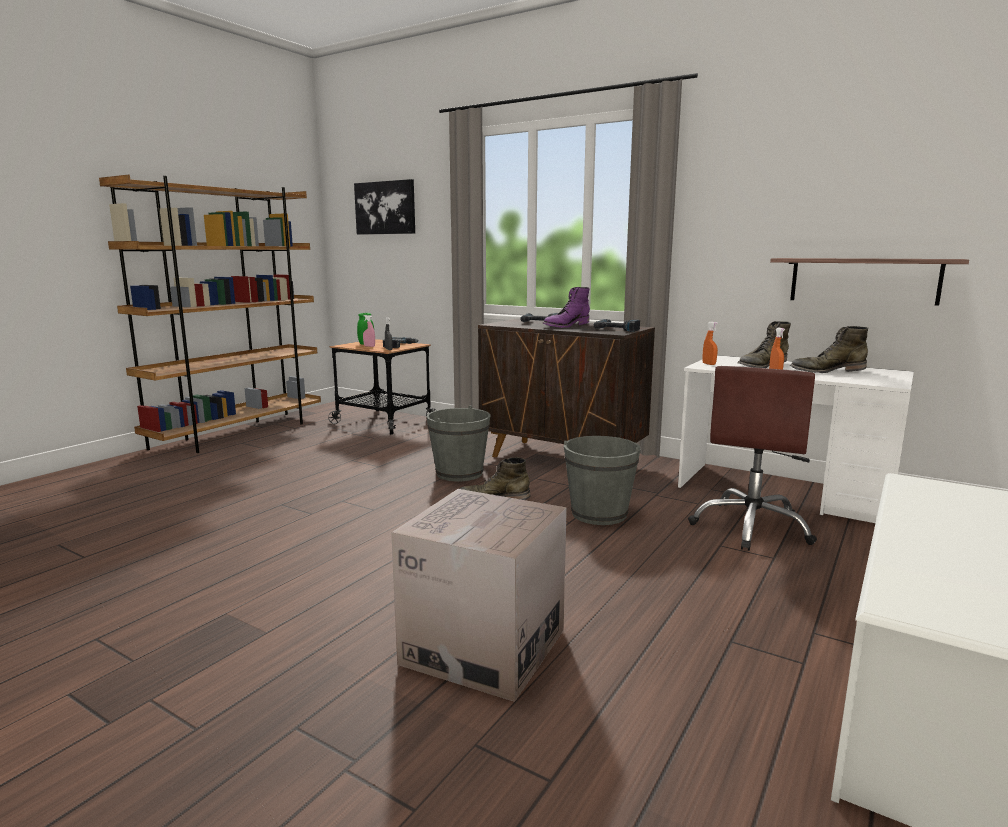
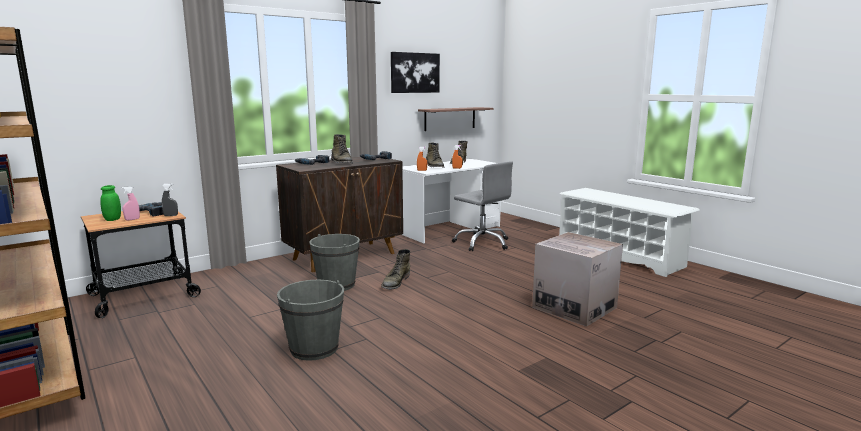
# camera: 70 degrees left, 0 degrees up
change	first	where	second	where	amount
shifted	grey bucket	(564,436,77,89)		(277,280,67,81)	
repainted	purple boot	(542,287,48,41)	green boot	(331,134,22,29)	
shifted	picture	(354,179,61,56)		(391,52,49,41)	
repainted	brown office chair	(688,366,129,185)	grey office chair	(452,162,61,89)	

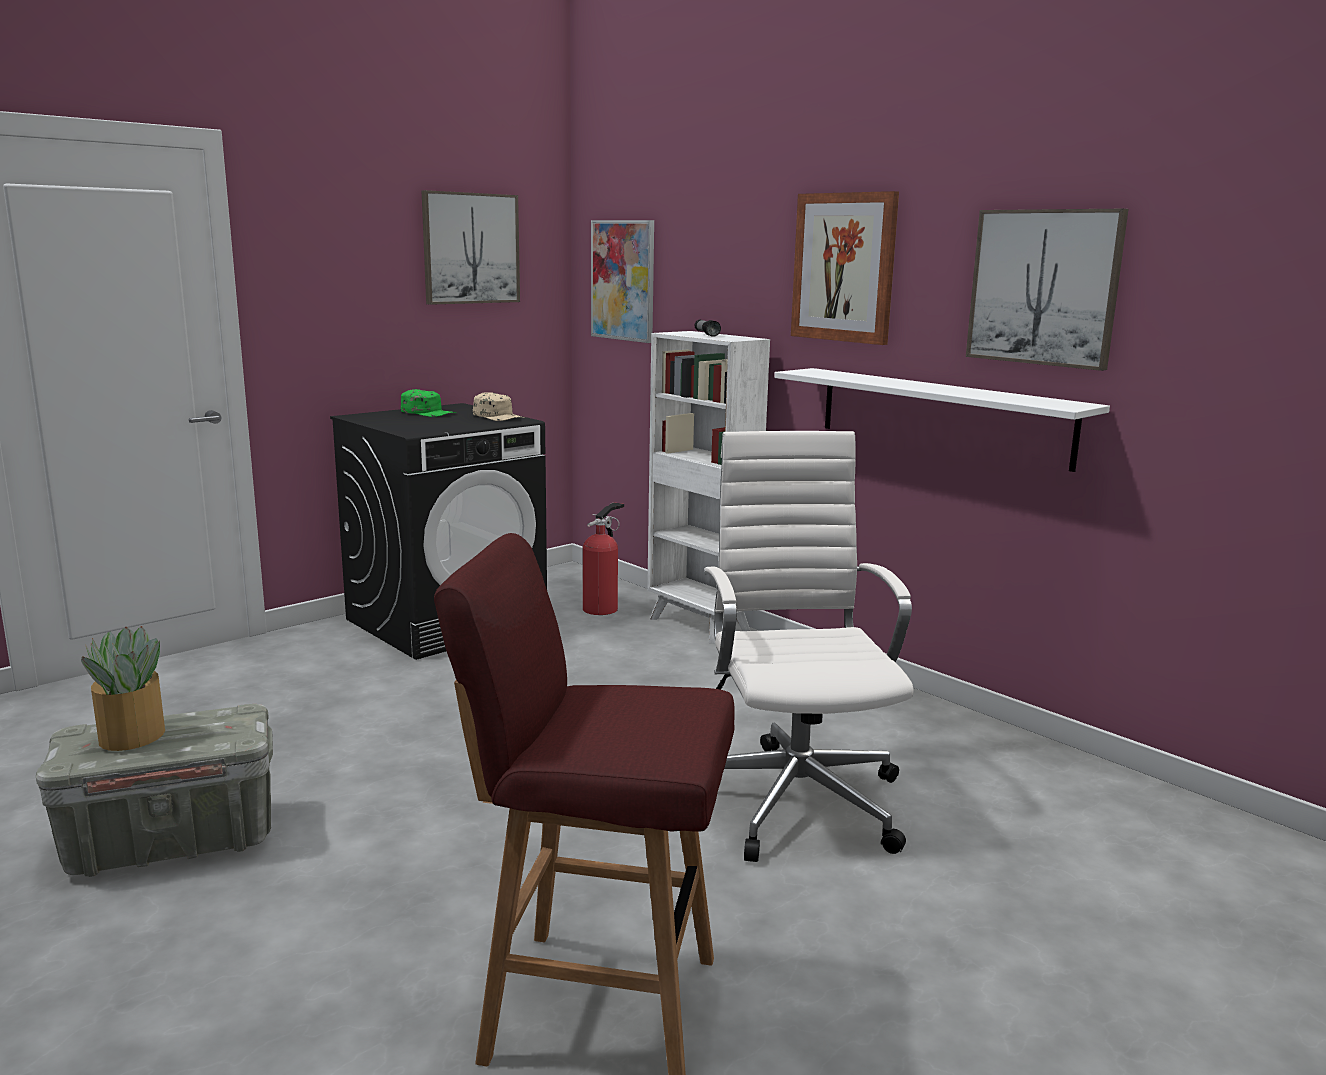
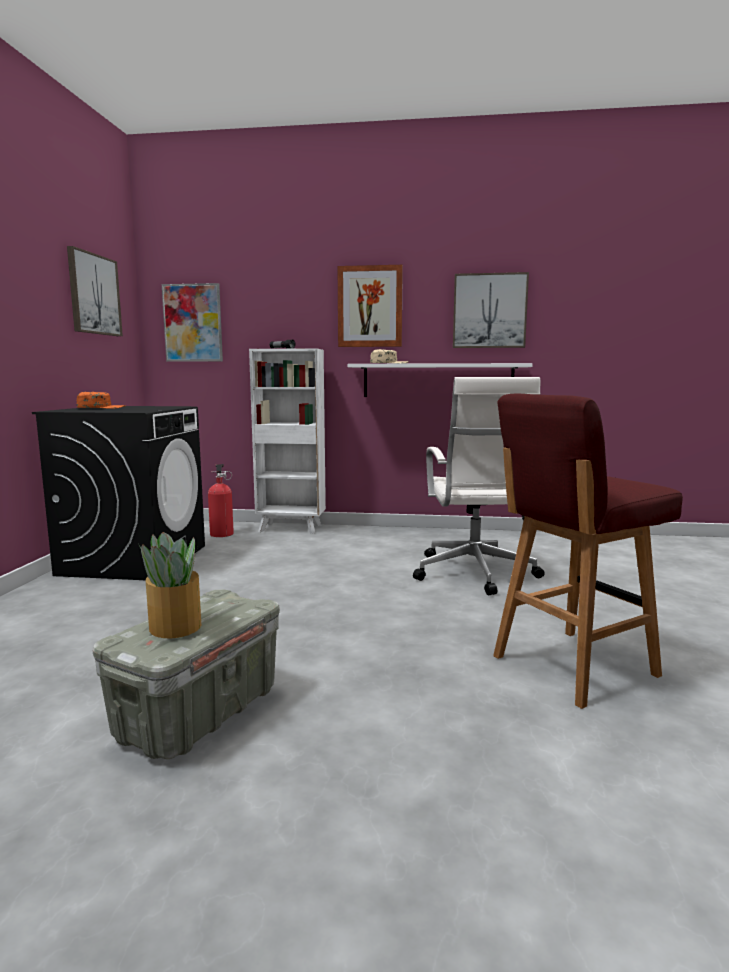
# camera: 40 degrees left, 5 degrees down
change	first	where	second	where	amount
repainted	green cap	(401,389,55,28)	orange cap	(77,392,49,17)	
shifted	beige cap	(473,392,52,29)		(370,349,39,15)	
rotated	white office chair	(705,431,209,431)		(413,377,132,218)	135 degrees counterclockwise

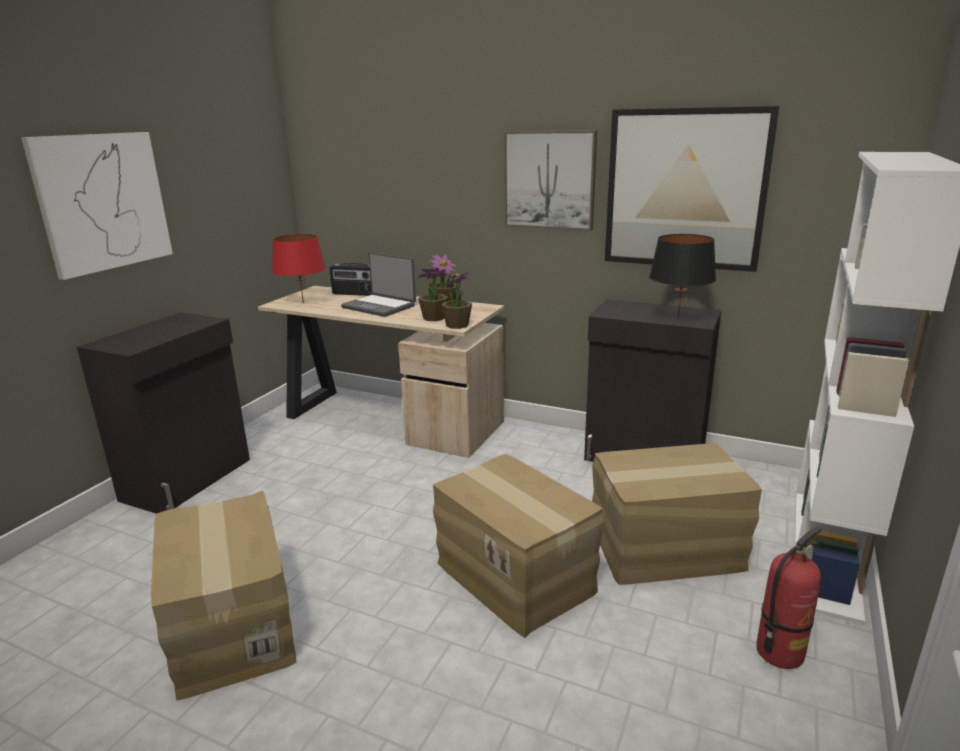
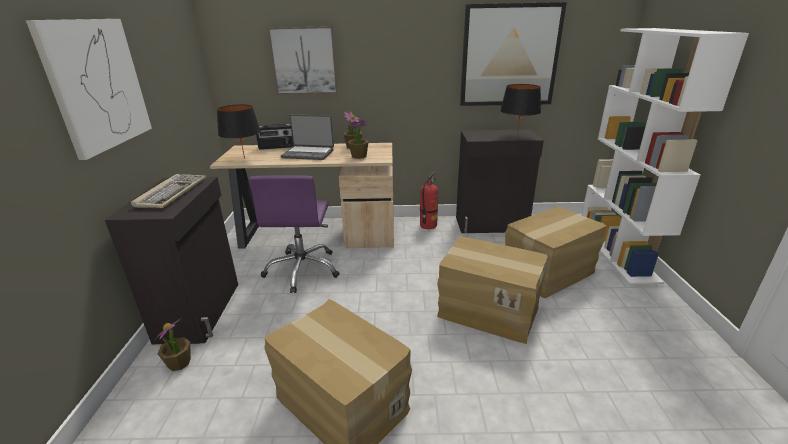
# camera: 25 degrees left, 5 degrees up
change	first	where	second	where	amount
new			keyboard	(131,174,75,34)	
shifted	potted plant	(441,271,31,58)		(154,318,37,53)	
repainted	red table lamp	(272,234,54,69)	black table lamp	(217,104,44,55)	
new			purple office chair	(249,175,91,118)	
shifted	picture	(504,130,93,101)		(268,26,70,69)	
shifted	fire extinguisher	(756,527,65,142)		(420,172,18,57)	

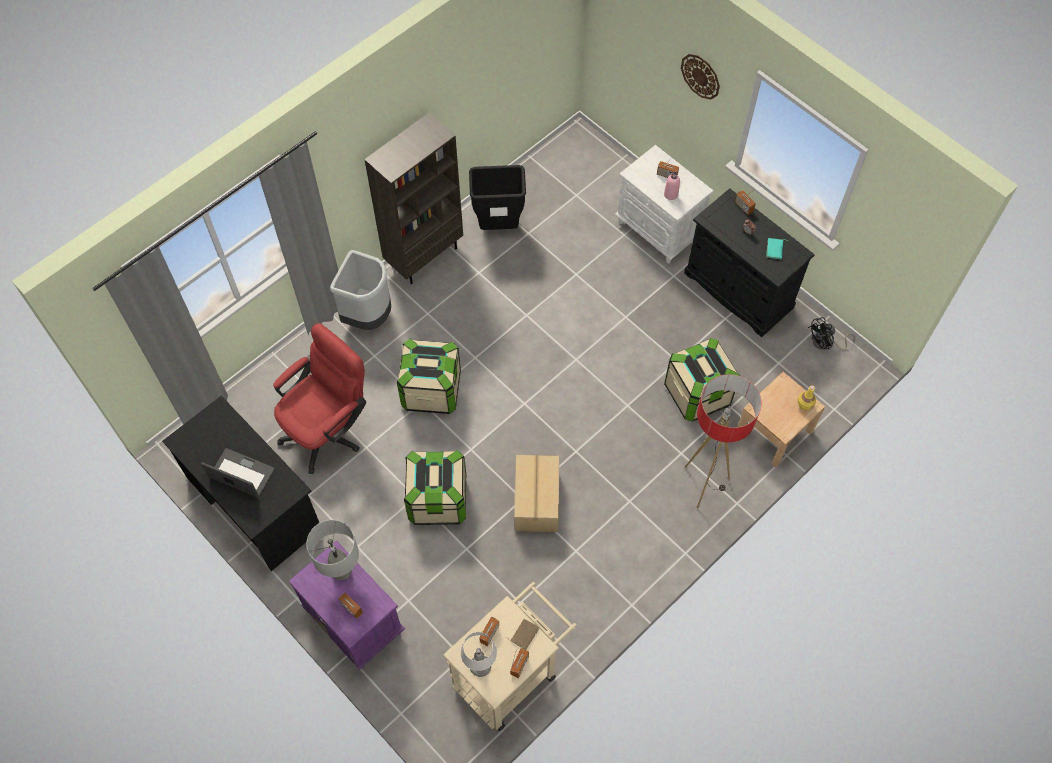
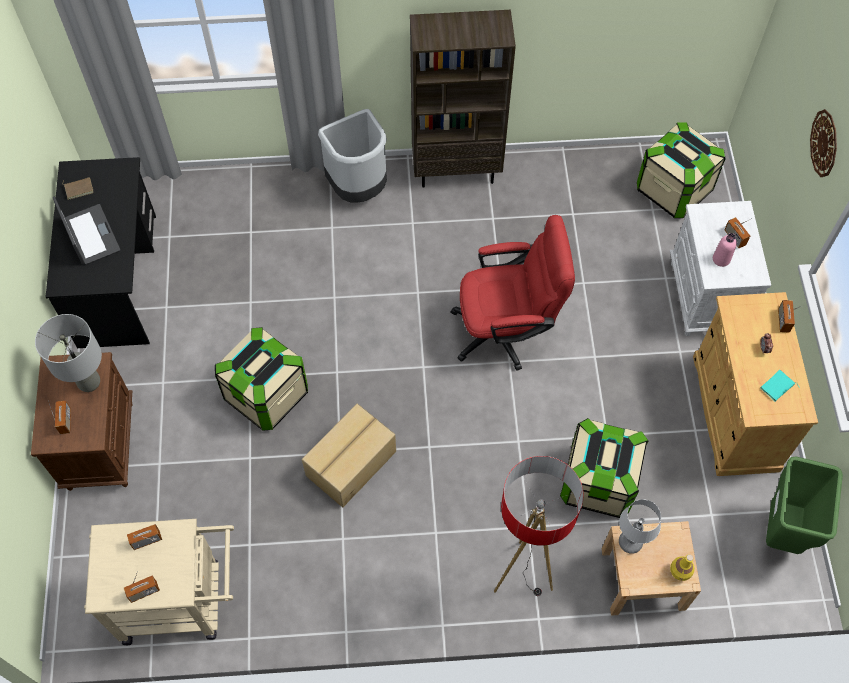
# camera: 40 degrees right, 0 degrees up
change	first	where	second	where	amount
repainted	purple nightstand	(289,540,116,130)	brown nightstand	(31,352,102,139)	
shifted	brown book	(506,619,33,31)		(63,177,31,23)	
shifted	red office chair	(273,323,93,151)		(450,215,125,156)	
shifted	table lamp	(460,632,37,45)		(619,499,42,55)	
shifted	storage box	(397,339,64,75)		(637,123,89,95)	
repainted	black cabinet	(684,188,131,149)	beige cabinet	(693,292,125,184)	
swapped	black fan	(808,317,47,33)	green trash can	(766,456,77,98)	
gone	black trash can	(469,165,57,65)			

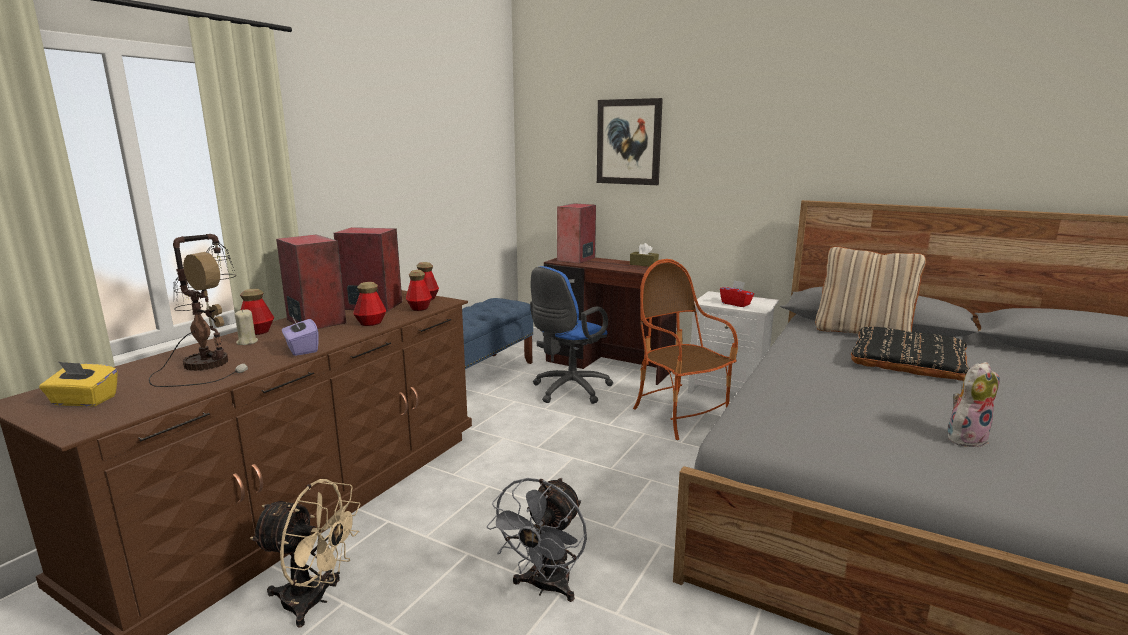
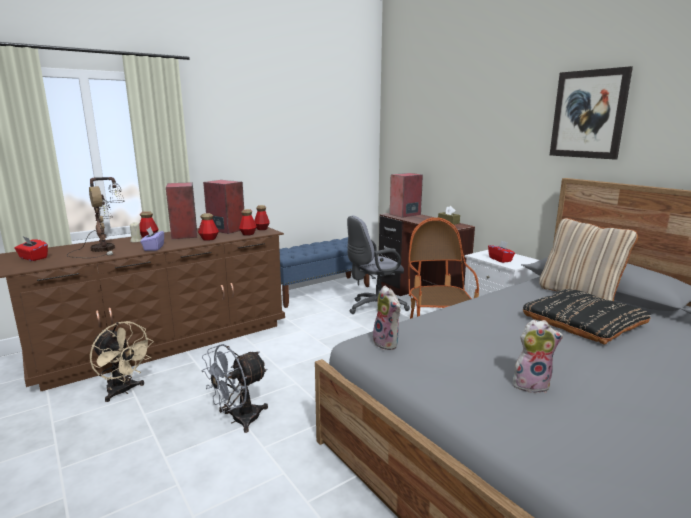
# camera: 25 degrees right, 0 degrees up
change	first	where	second	where	amount
repainted	yellow tissue box	(39,362,79,45)	red tissue box	(14,237,34,24)	
repainted	blue office chair	(530,266,83,138)	grey office chair	(347,216,63,98)	
new			plush toy	(373,286,28,64)	
shifted	picture	(597,98,66,87)		(550,66,83,94)	

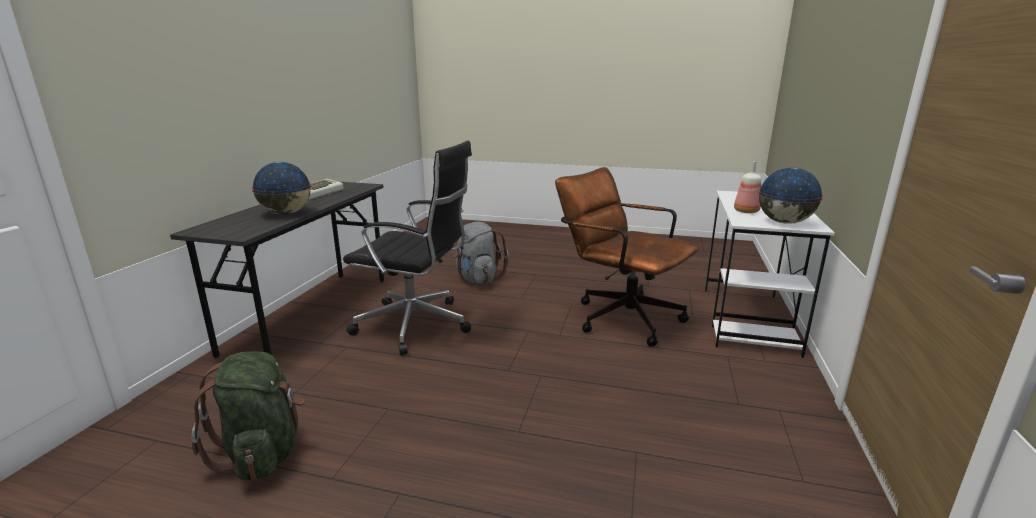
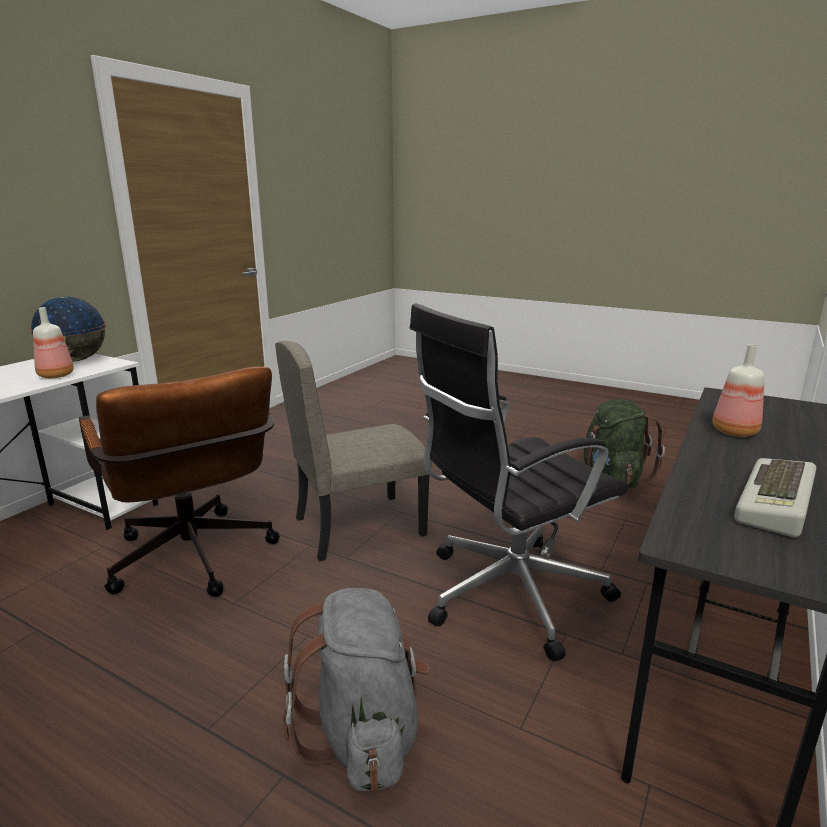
# camera: 165 degrees left, 0 degrees up
change	first	where	second	where	amount
new			beige chair	(275,341,157,221)	
rotated	black office chair	(343,141,129,214)		(410,303,219,359)	60 degrees counterclockwise
swapped	globe	(252,162,59,53)	bottle	(712,344,53,93)	

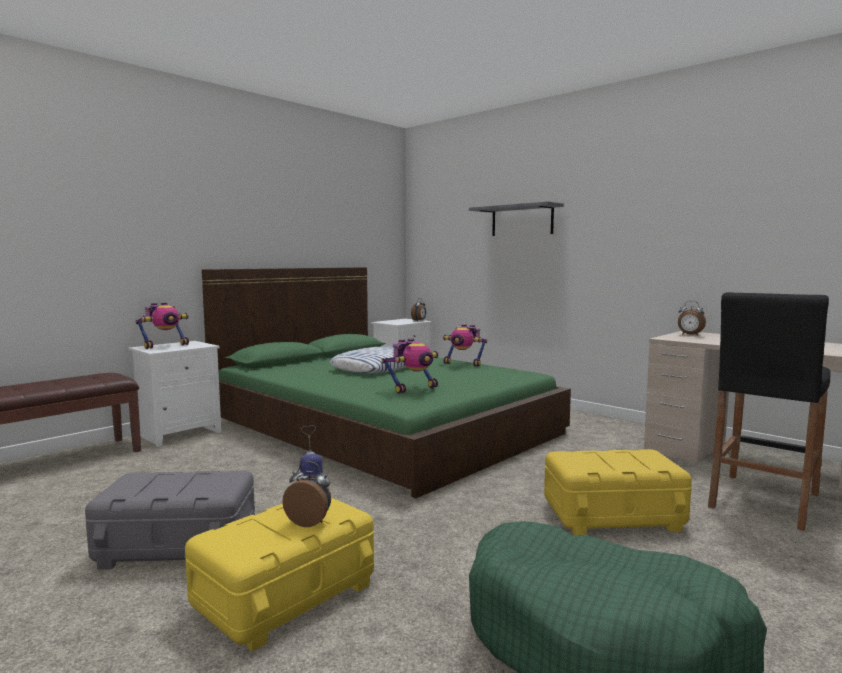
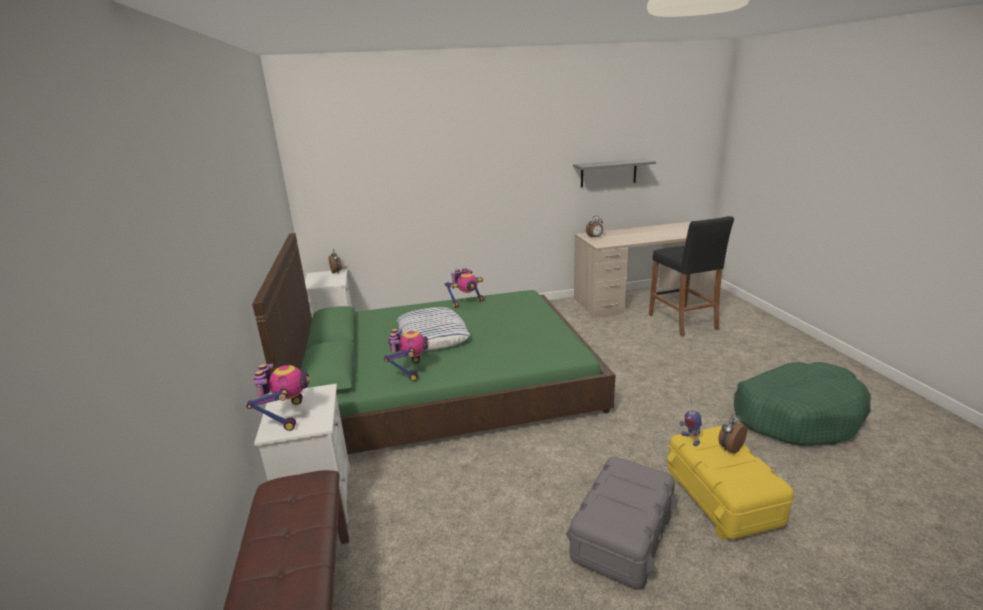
# camera: 55 degrees left, 15 degrees up
change	first	where	second	where	amount
shifted	toy robot	(382,339,56,55)		(384,329,45,52)	
shifted	grey shelf	(469,201,95,35)		(573,159,83,28)	
gone	yellow storage box	(544,449,148,86)			

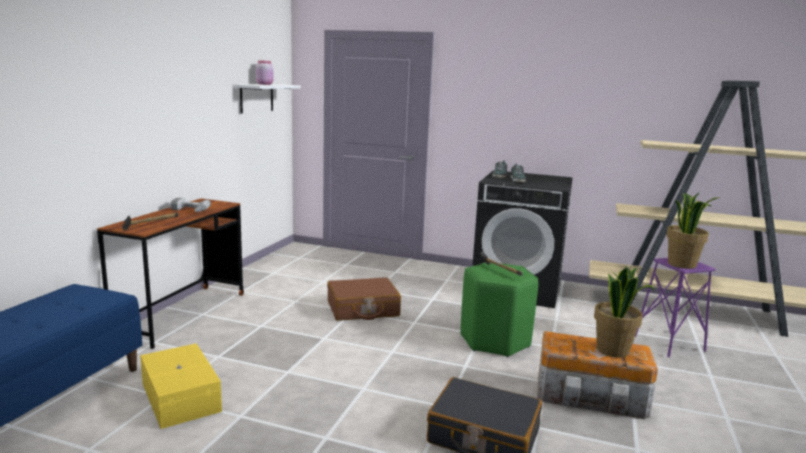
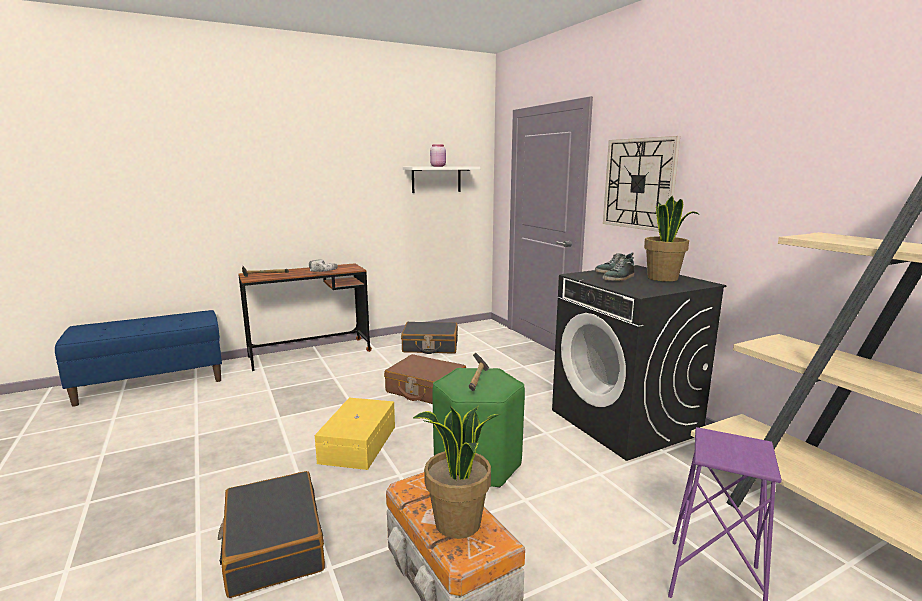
# camera: 45 degrees right, 0 degrees up
change	first	where	second	where	amount
shifted	yellow storage box	(140,343,82,86)		(315,398,80,72)	
new			black suitcase	(401,322,57,32)	
new			wall clock	(603,136,77,96)	
shifted	potted plant	(666,193,52,76)		(644,196,56,86)	

